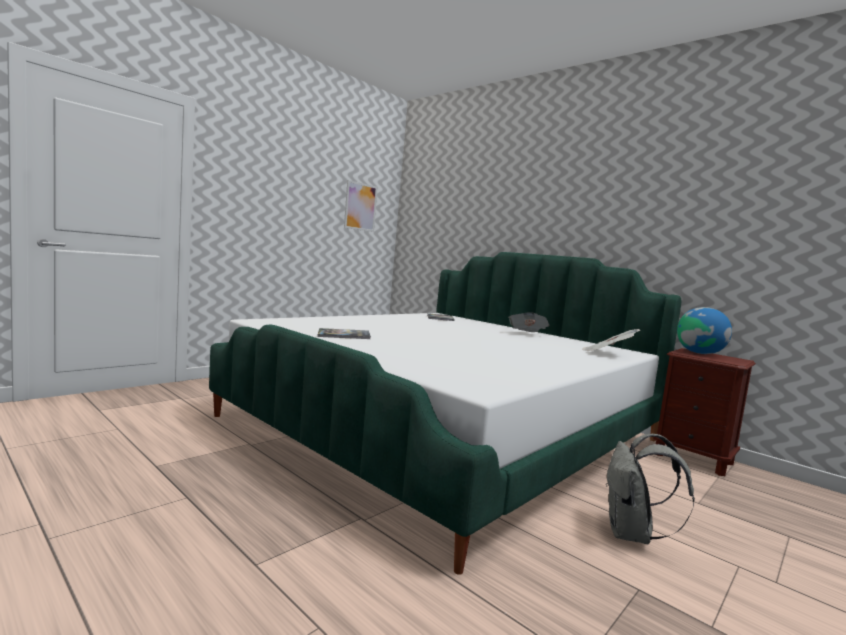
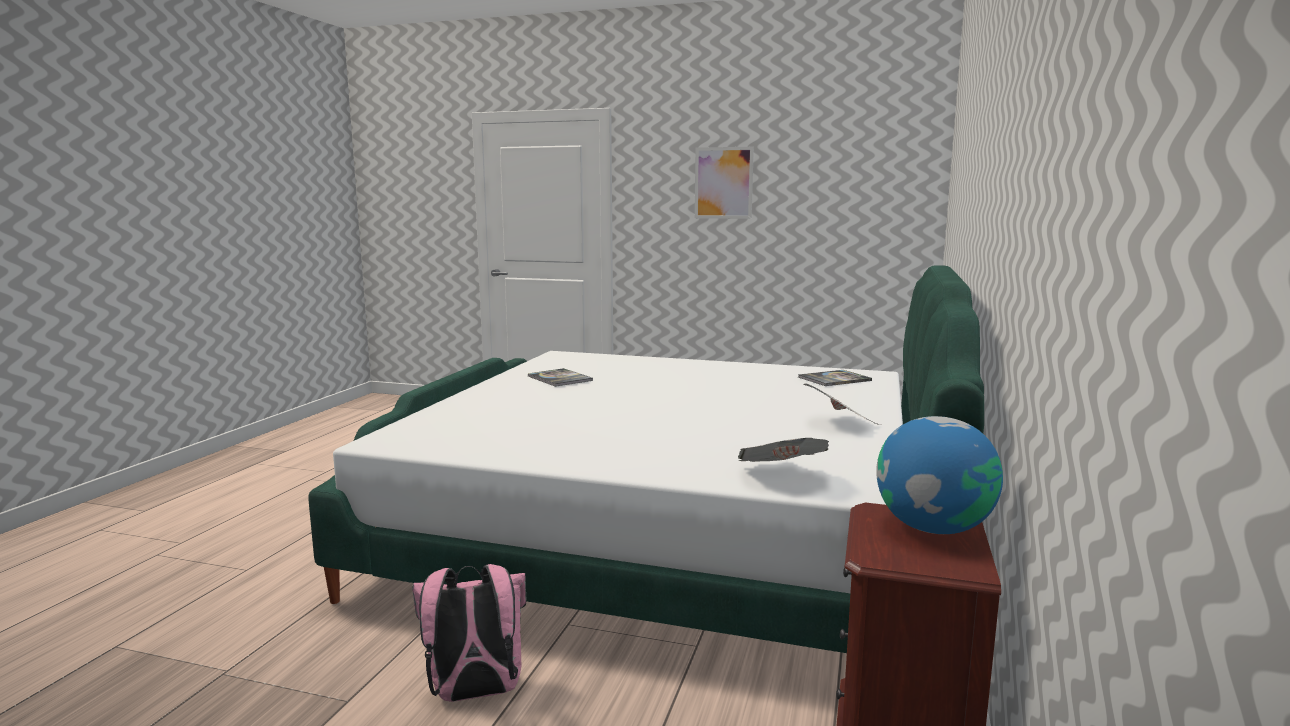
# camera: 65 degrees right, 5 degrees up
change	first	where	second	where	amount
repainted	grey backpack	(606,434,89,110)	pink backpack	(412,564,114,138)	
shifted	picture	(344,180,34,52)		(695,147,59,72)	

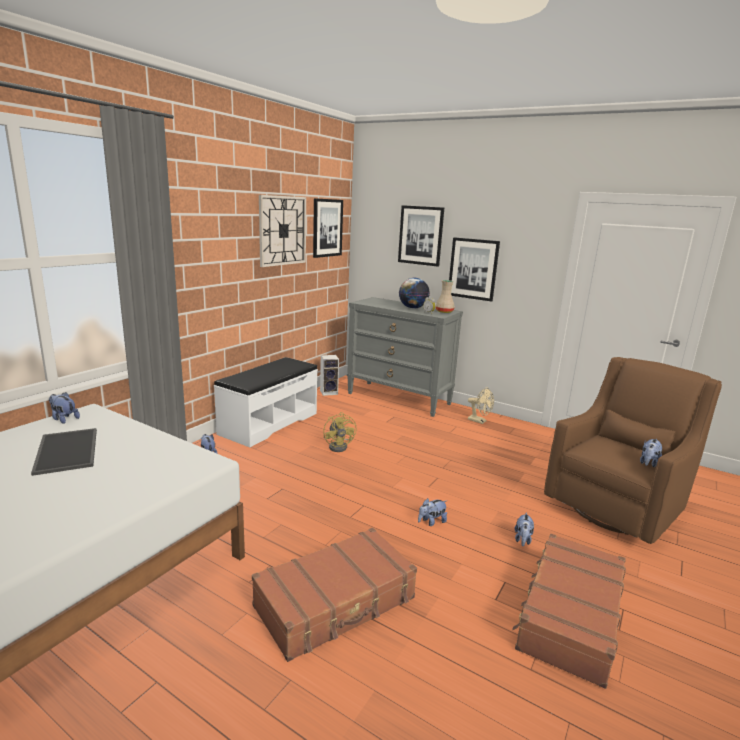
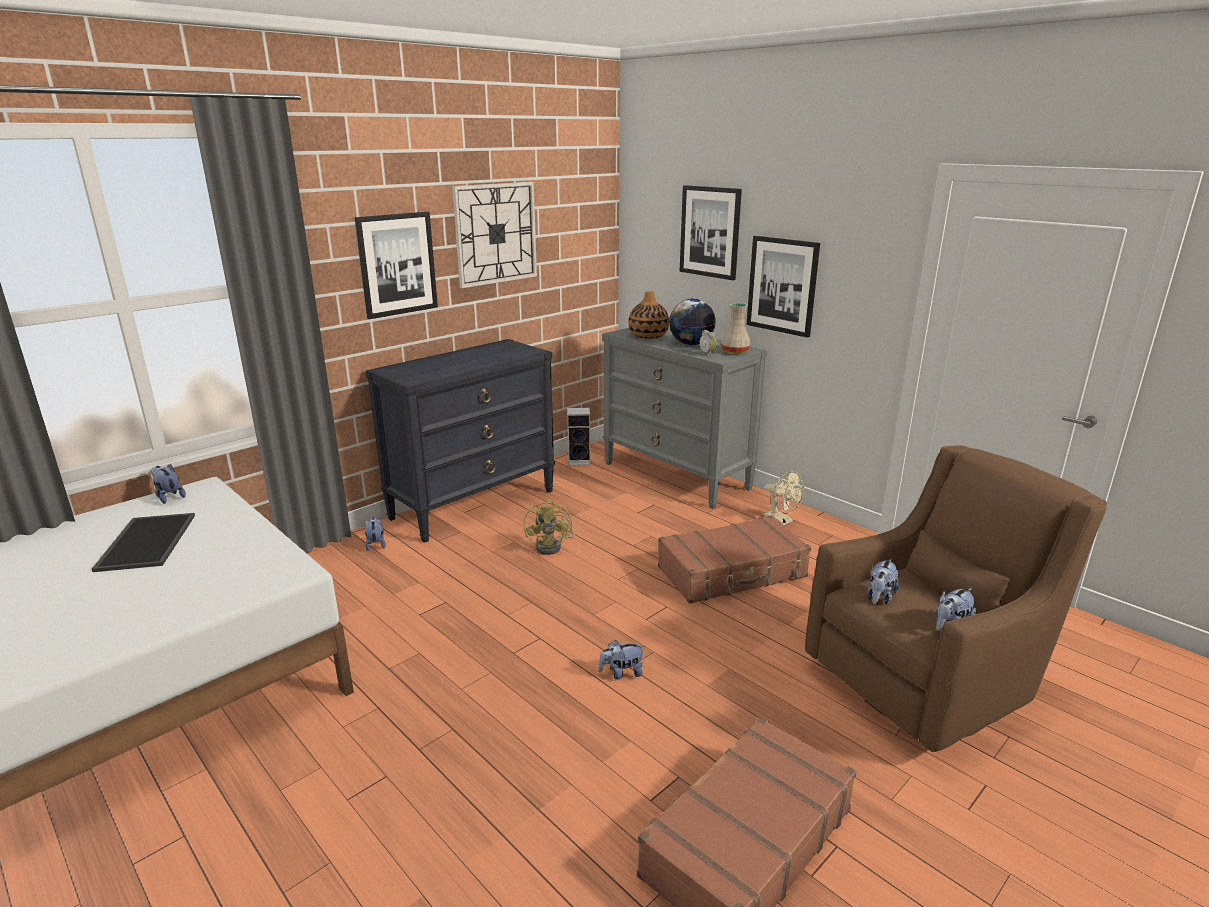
# camera: 15 degrees right, 5 degrees up
change	first	where	second	where	amount
shifted	picture	(313,198,30,60)		(355,212,83,107)	
swapped	white bench	(214,357,104,90)	black dresser	(366,339,189,204)	
new			vase	(628,291,41,48)	
shifted	brown suitcase	(252,528,165,134)		(658,515,153,89)	
shifted	plush toy	(515,512,19,34)		(867,558,32,46)	

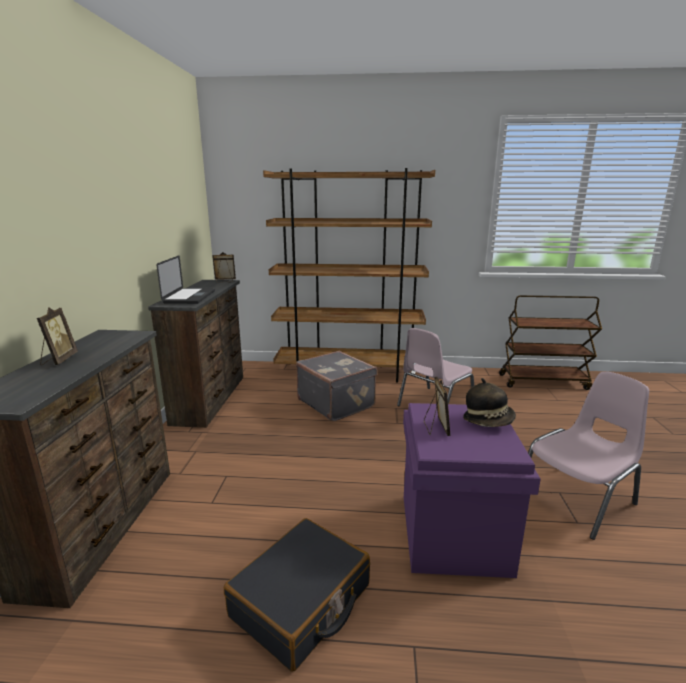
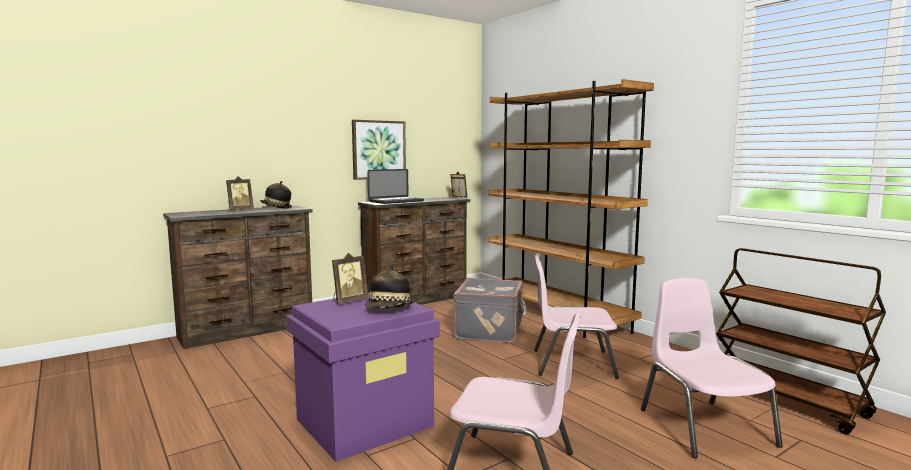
# camera: 50 degrees right, 10 degrees down
change	first	where	second	where	amount
new			hat	(260,181,32,27)	
new			picture	(352,120,54,60)	
new			pink chair	(641,278,142,180)	
gone	black suitcase	(224,518,146,154)			

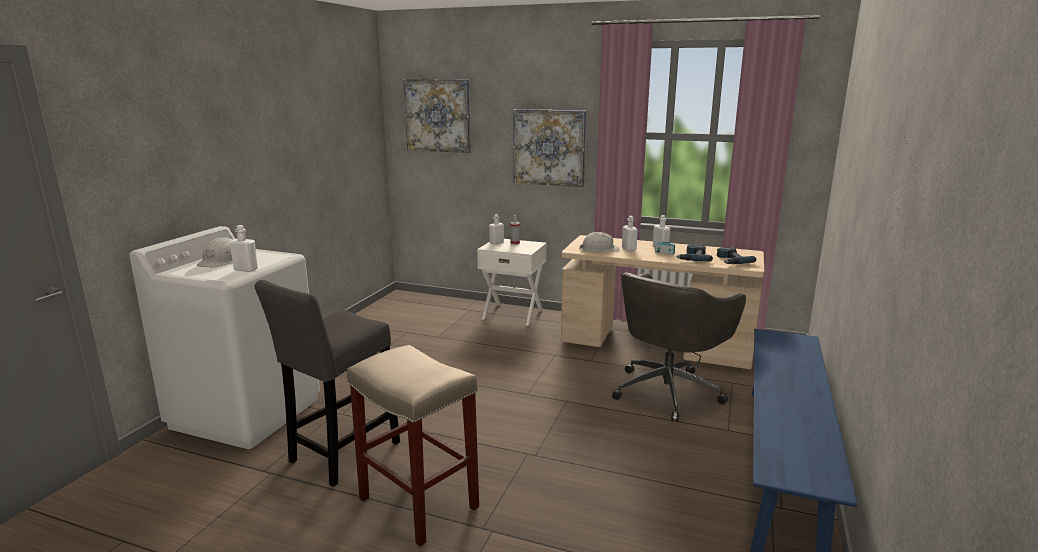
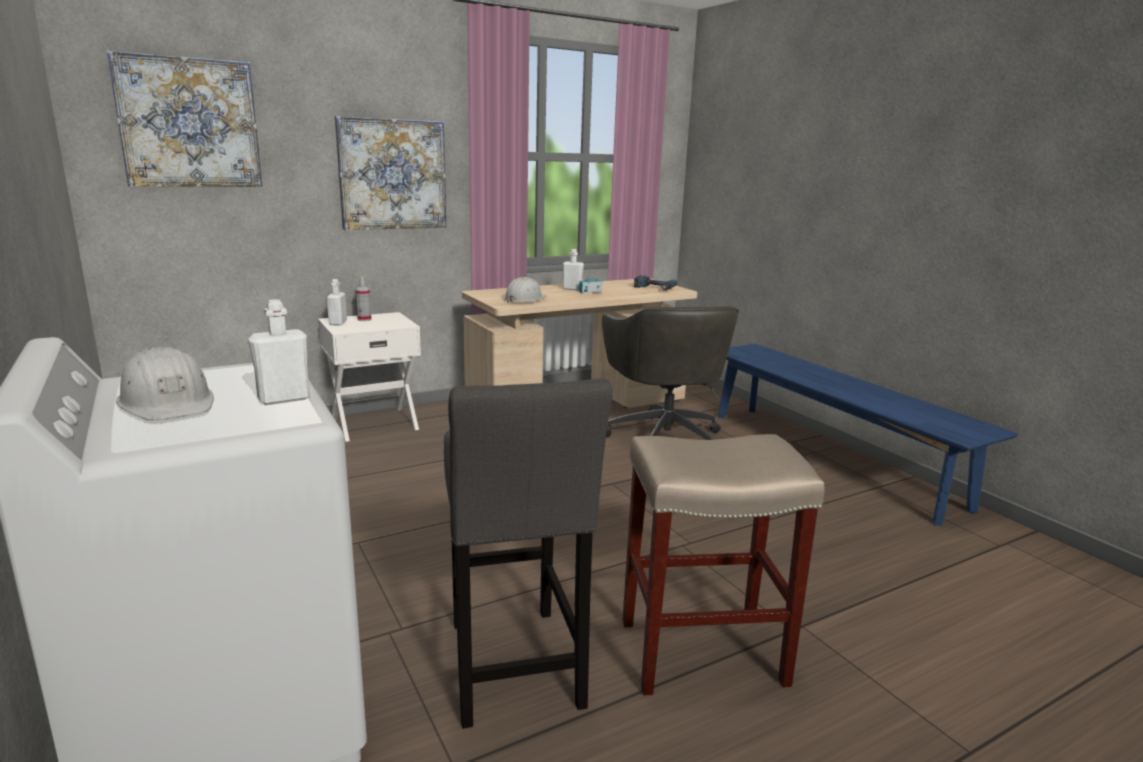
# camera: 50 degrees left, 0 degrees up
change	first	where	second	where	amount
gone	white bottle	(622,216,16,35)			
gone	power drill	(676,245,37,17)			

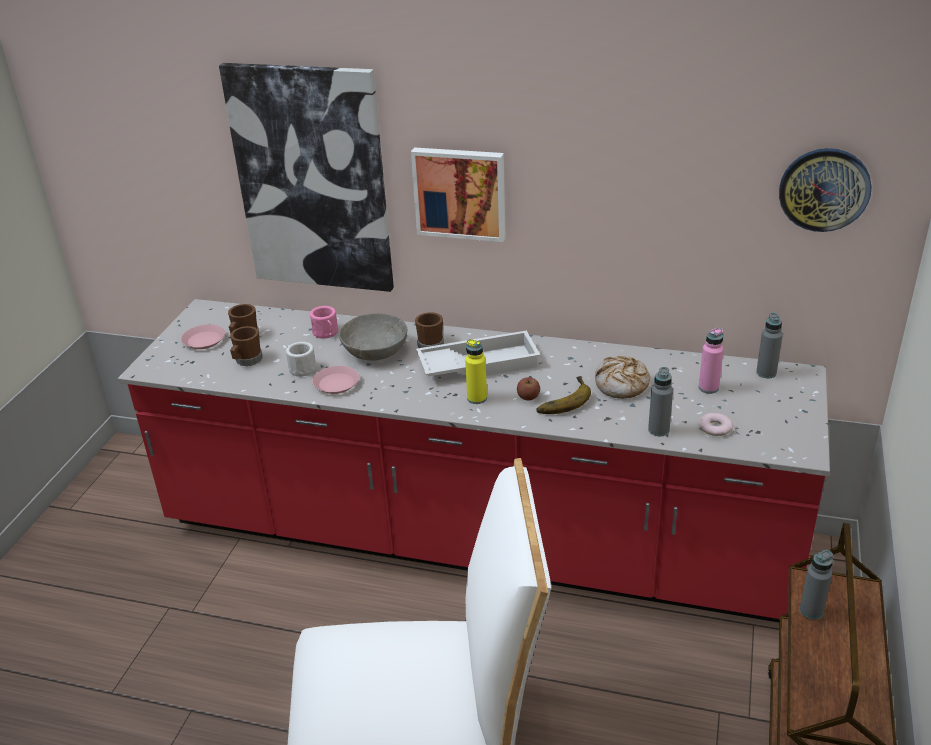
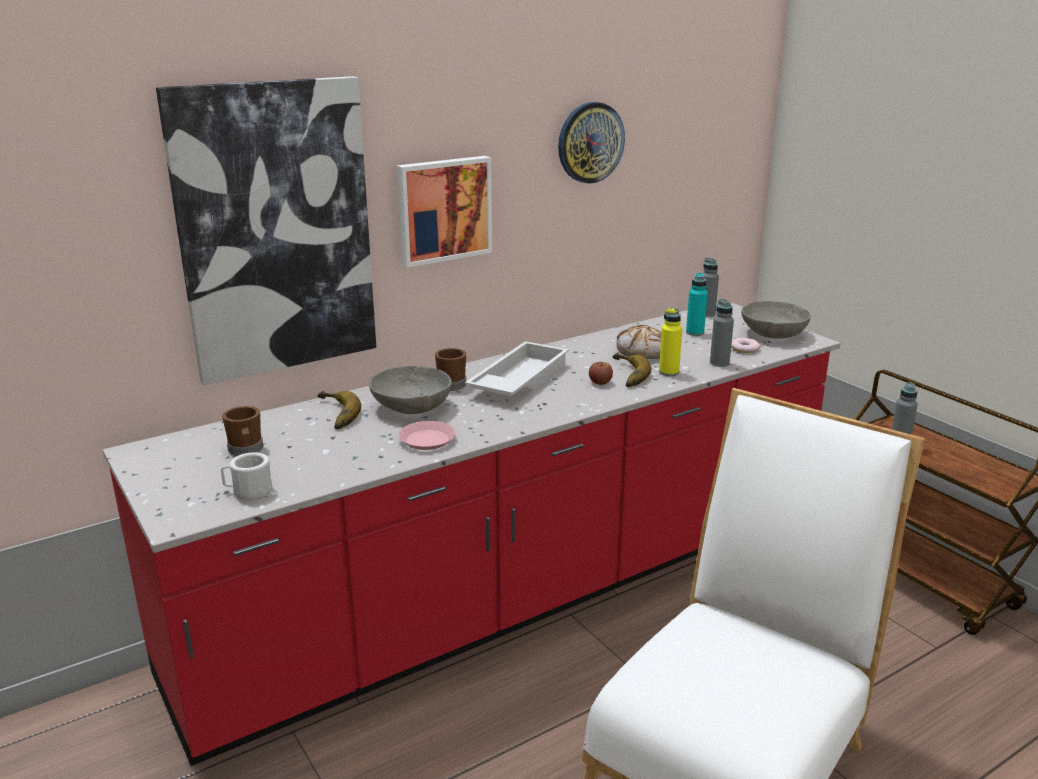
# camera: 50 degrees left, 10 degrees down
change	first	where	second	where	amount
shifted	white mug	(286,342,30,35)		(221,452,51,48)	
swapped	pink mug	(310,306,28,33)	banana	(317,391,44,38)	
shifted	wall clock	(779,148,92,84)		(558,102,67,82)	
shifted	yellow bottle	(465,339,22,65)		(659,308,23,68)	
repainted	pink bottle	(699,328,25,66)	turquoise bottle	(686,273,22,63)	
new			grey bowl	(741,301,70,38)	
gone	pink plate	(181,324,44,25)			
gone	brown mug	(230,326,33,40)			

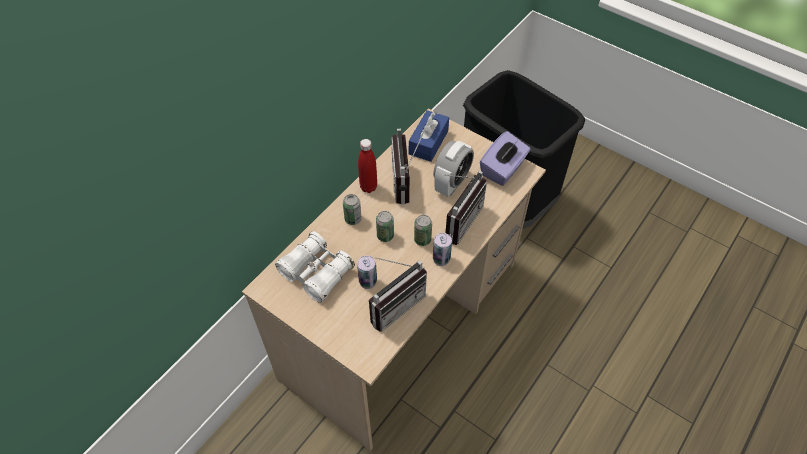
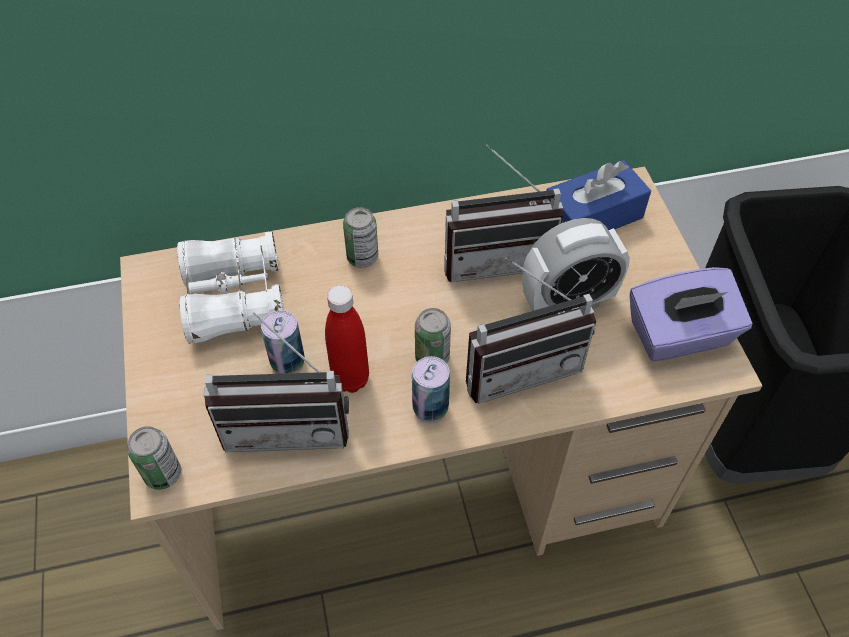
# camera: 40 degrees right, 0 degrees up
change	first	where	second	where	amount
shifted	can	(376,211,18,31)		(127,426,54,64)	
shifted	red bottle	(358,139,19,54)		(325,285,44,108)	
rotated	radio	(392,129,32,75)		(444,144,119,138)	135 degrees counterclockwise

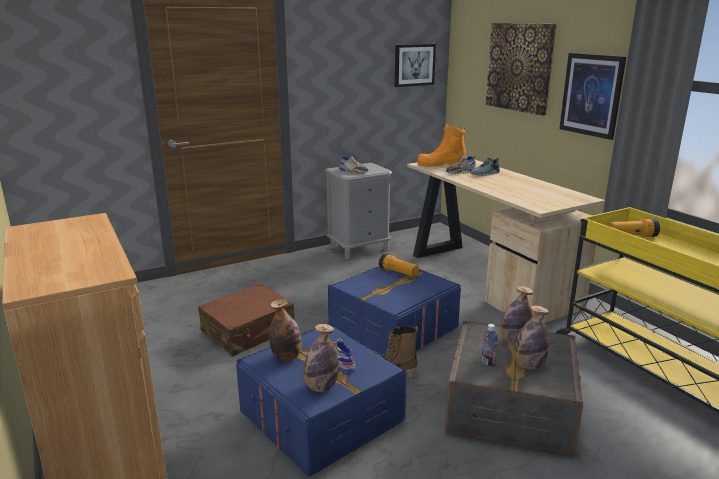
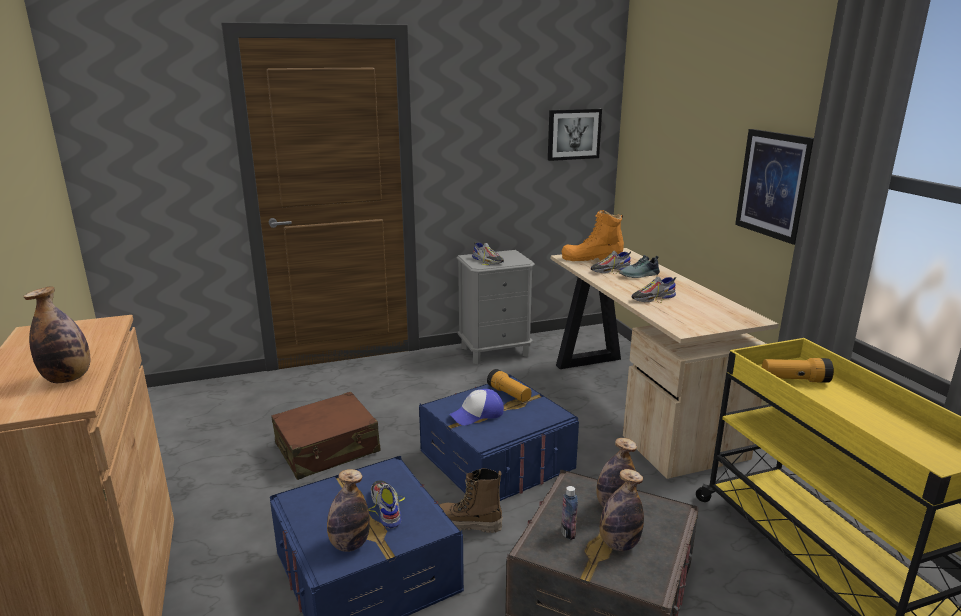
# camera: 10 degrees right, 0 degrees up
change	first	where	second	where	amount
shifted	bottle	(269,298,33,63)		(23,286,67,97)	
new			cap	(449,389,55,36)	
new			shoe	(631,276,45,27)	
gone	picture	(486,23,71,93)			

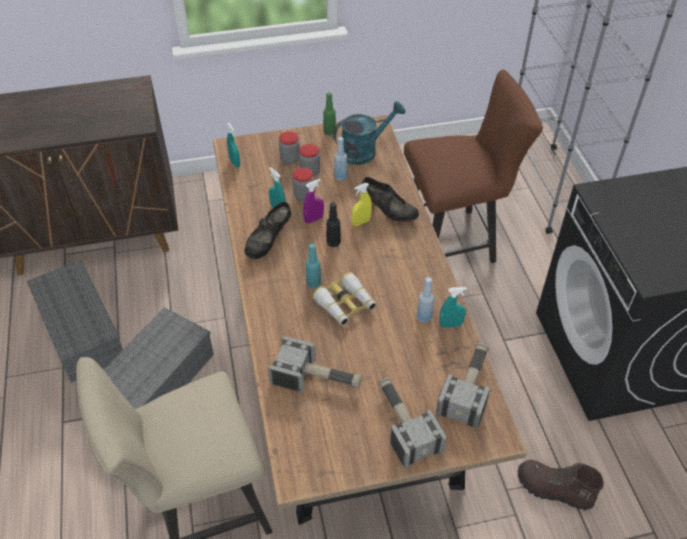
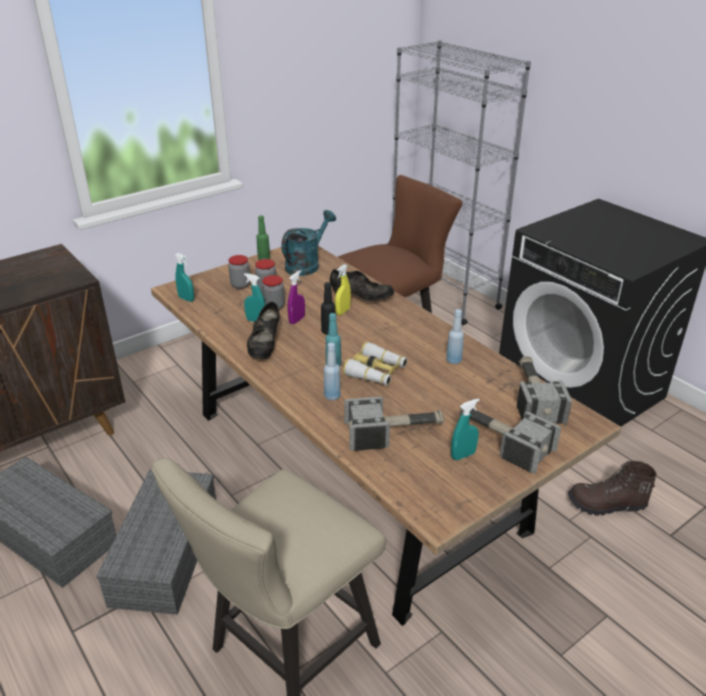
# camera: 25 degrees left, 15 degrees down
change	first	where	second	where	amount
shifted	blue bottle	(334,137,13,44)		(324,343,17,57)	
shifted	turquoise spray bottle	(439,287,28,40)		(451,398,29,62)	

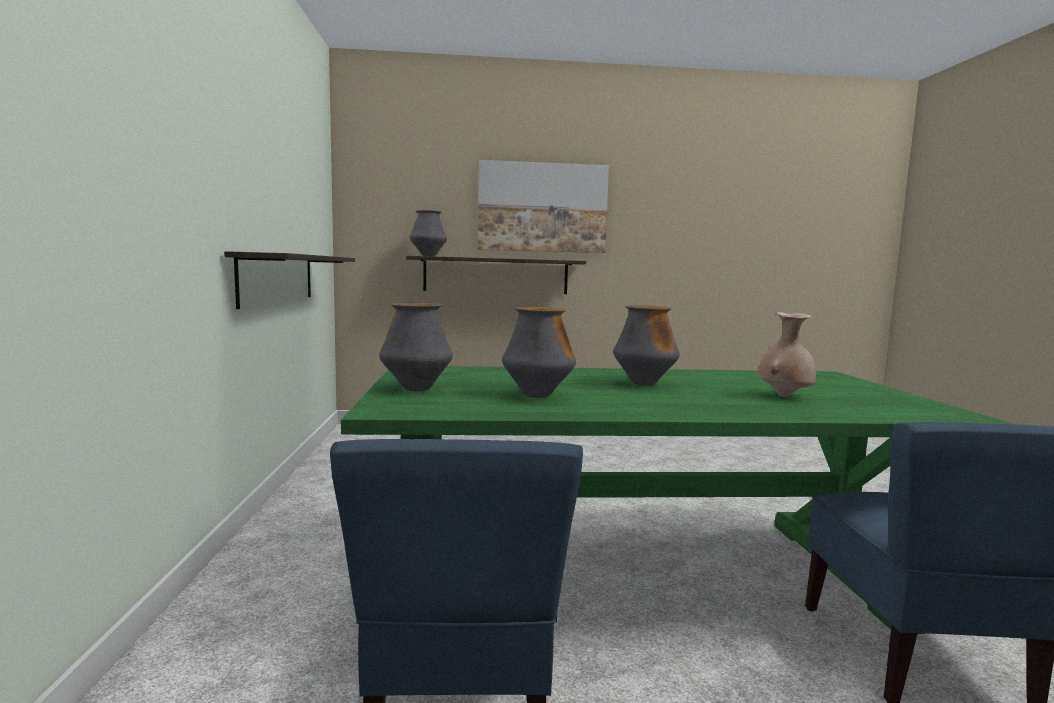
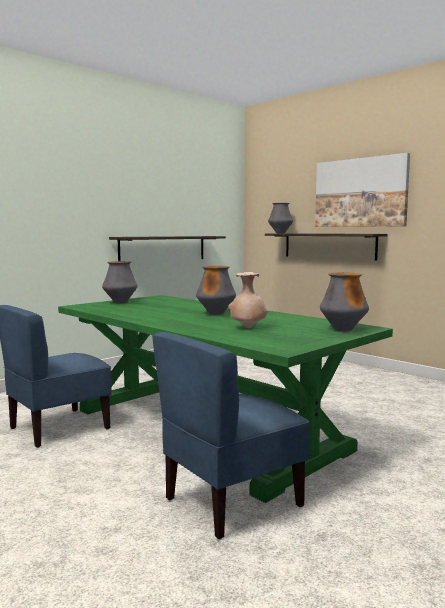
# camera: 50 degrees right, 0 degrees up
change	first	where	second	where	amount
shifted	vase	(502,307,74,91)		(320,272,49,60)	

